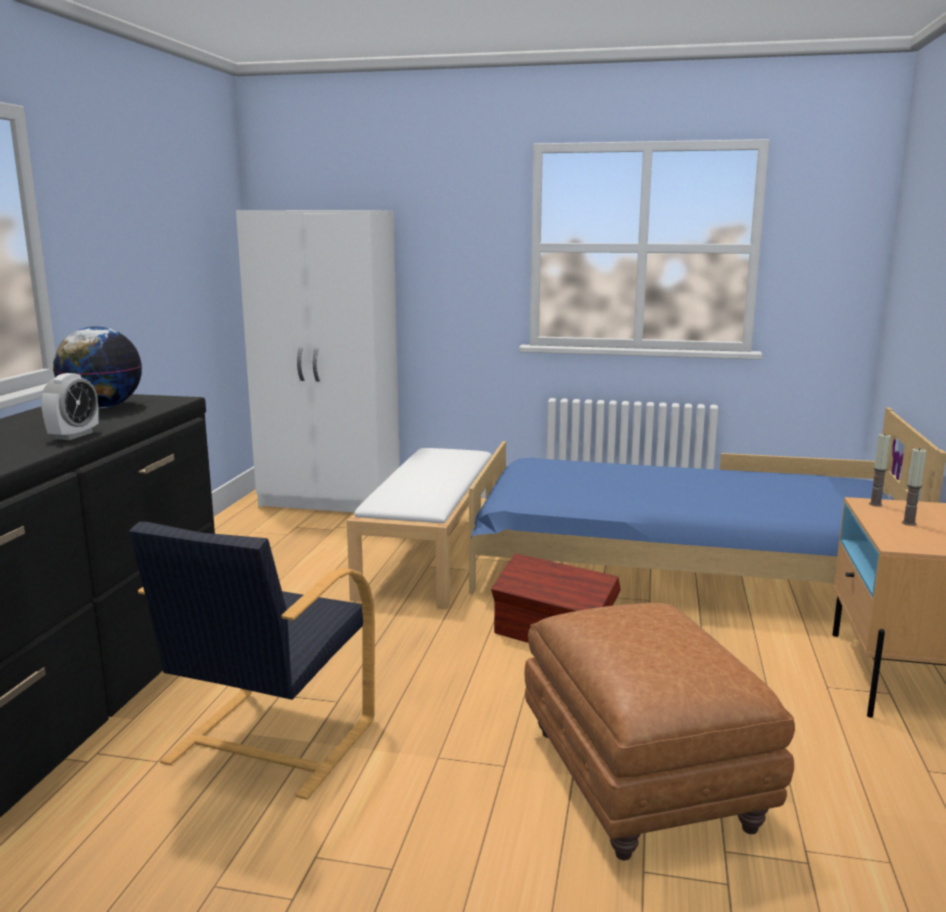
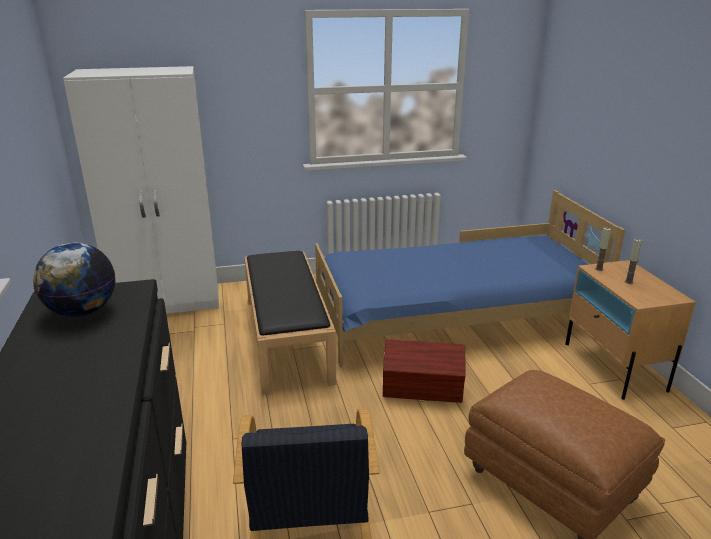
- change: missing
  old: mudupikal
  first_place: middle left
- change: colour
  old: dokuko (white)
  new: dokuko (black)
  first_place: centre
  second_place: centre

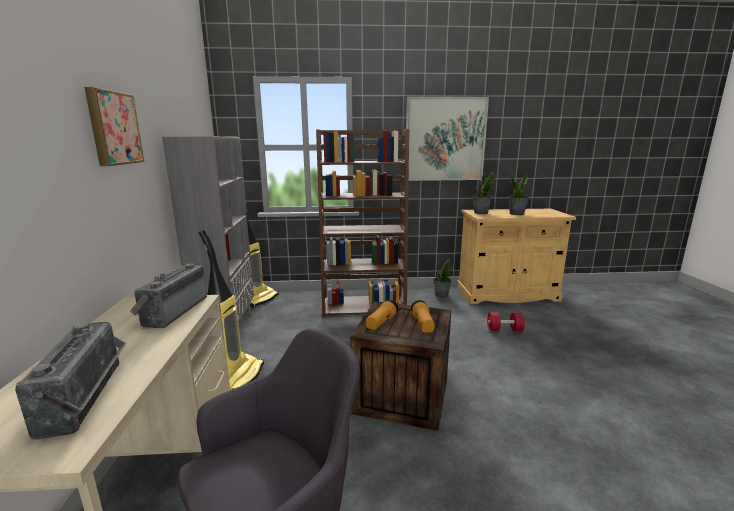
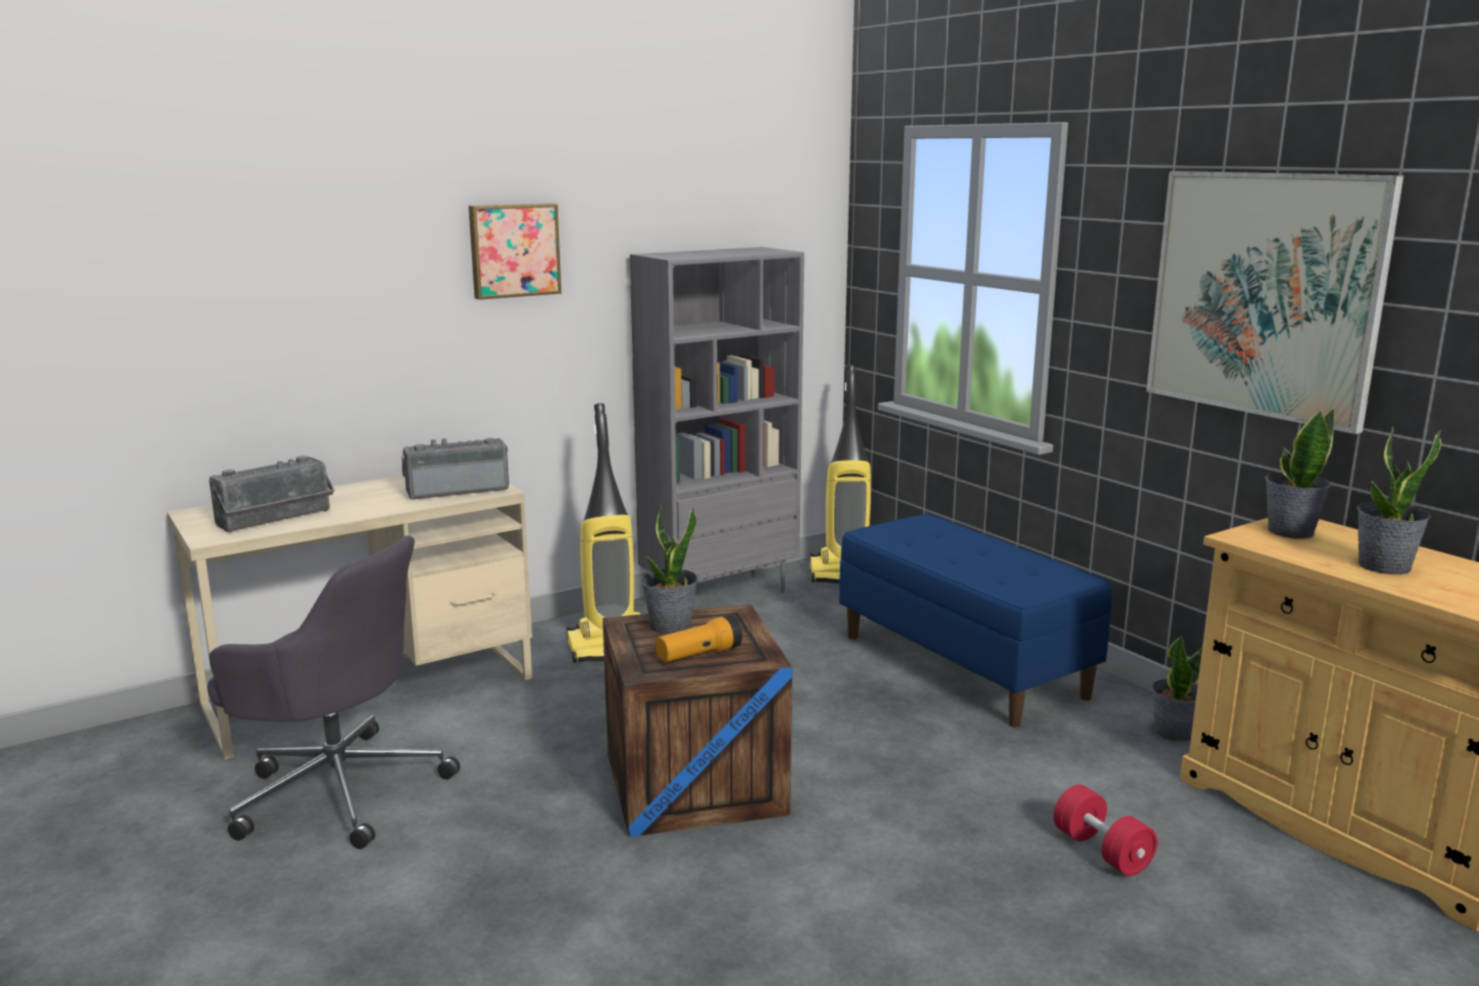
- change: exchanged
  old: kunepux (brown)
  new: dokuko (blue)
  first_place: centre
  second_place: centre
- change: exchanged
  old: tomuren (no. 1 from left)
  new: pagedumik (no. 1 from left)
  first_place: centre
  second_place: centre

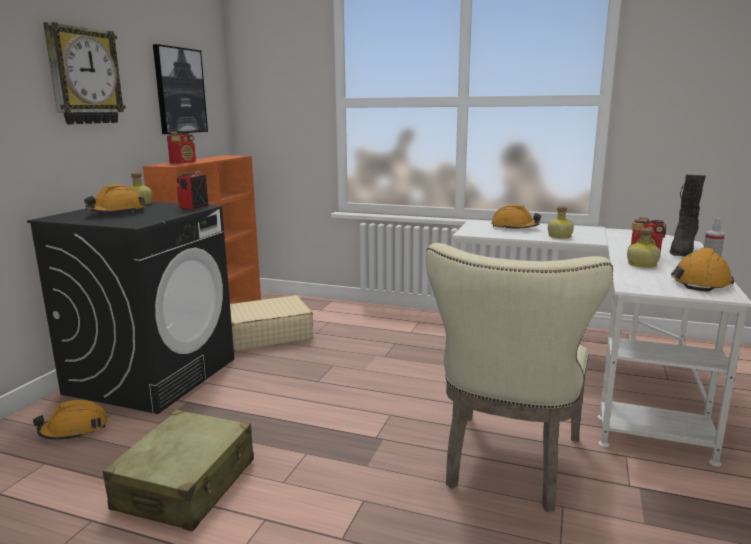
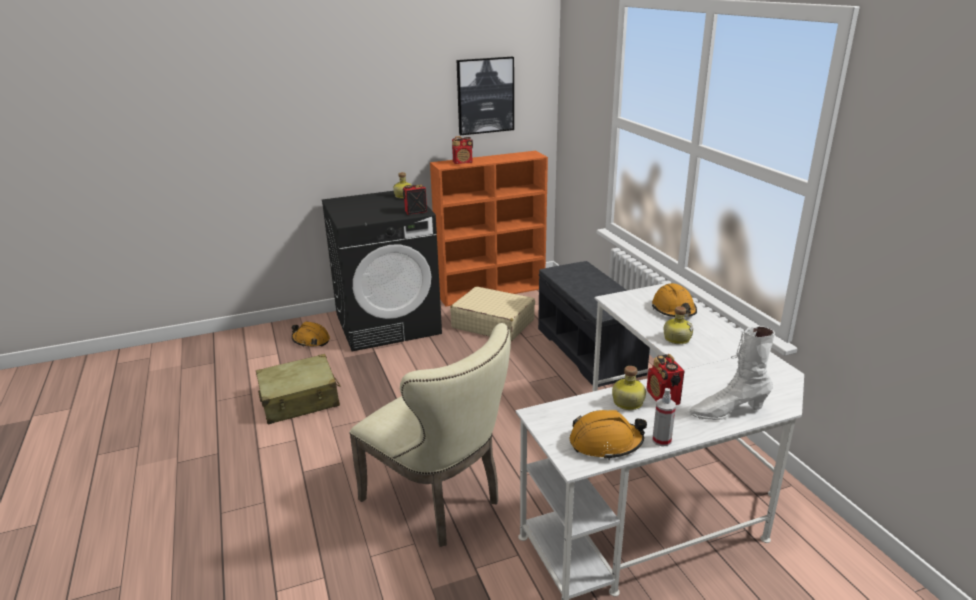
- change: missing
  old: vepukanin
  first_place: top left
- change: colour
  old: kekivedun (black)
  new: kekivedun (white)
  first_place: middle right
  second_place: middle right
- change: missing
  old: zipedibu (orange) (no. 2 from left)
  first_place: middle left
- change: spun
  old: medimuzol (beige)
  first_place: bottom right
  second_place: bottom centre
  degrees: -120
- change: appeared
  new: dokuko (grey)
  second_place: centre

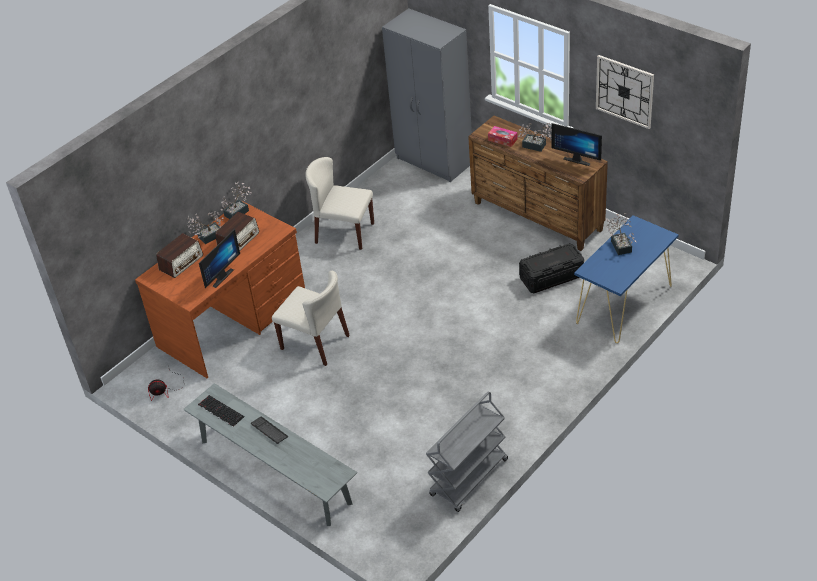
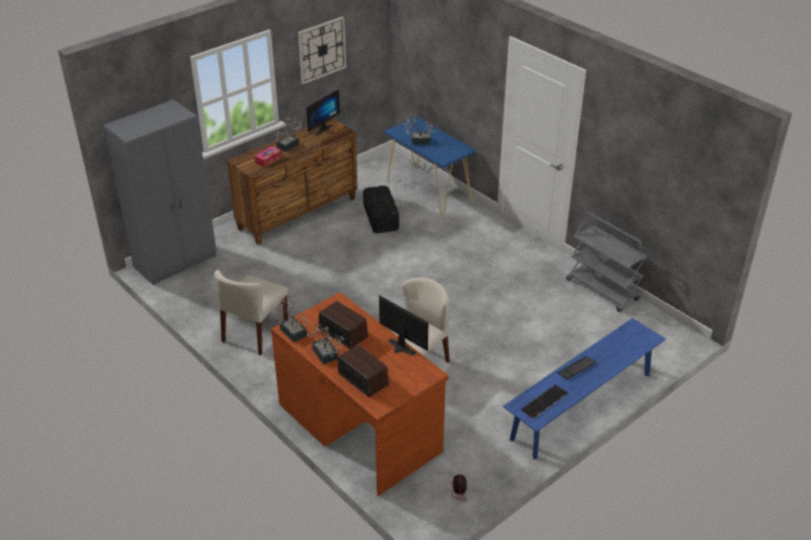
- change: colour
  old: dokuko (grey)
  new: dokuko (blue)
  first_place: bottom left
  second_place: bottom right

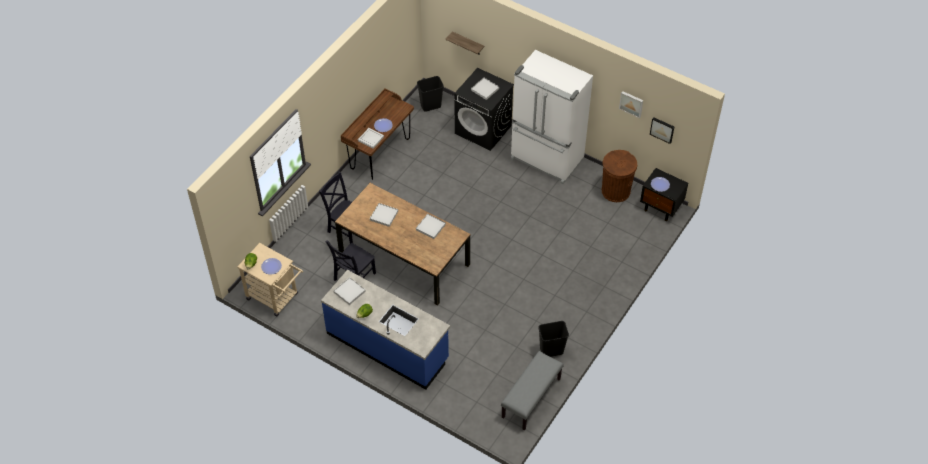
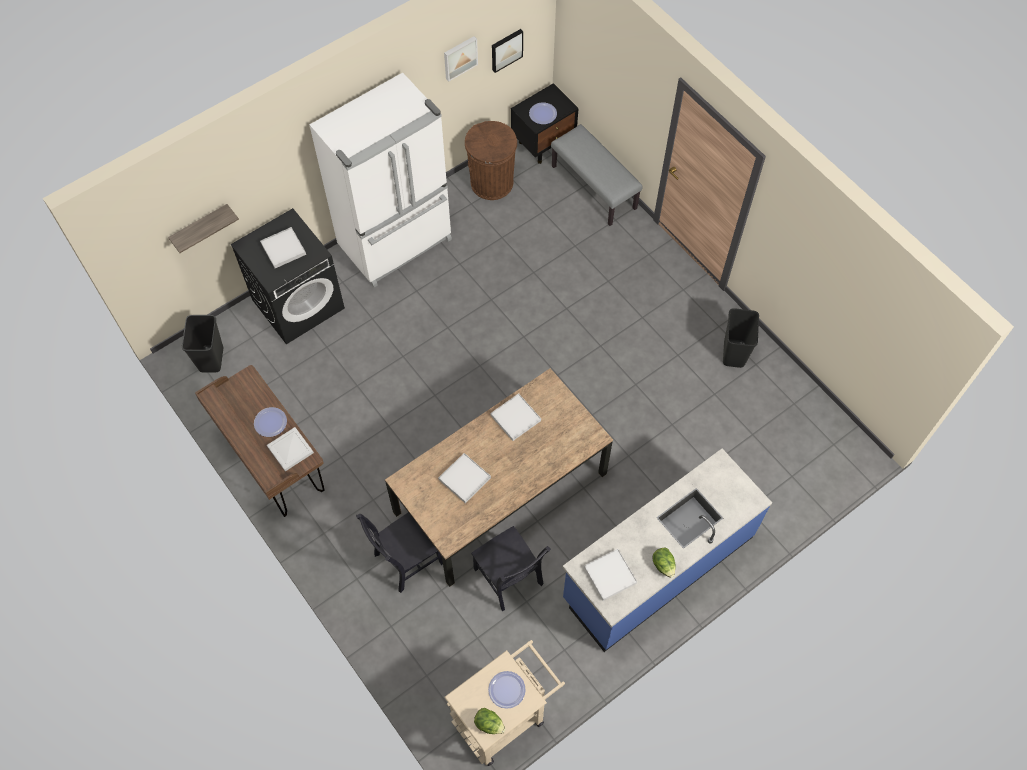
- change: relocated
  old: dokuko (grey)
  first_place: bottom centre
  second_place: top centre

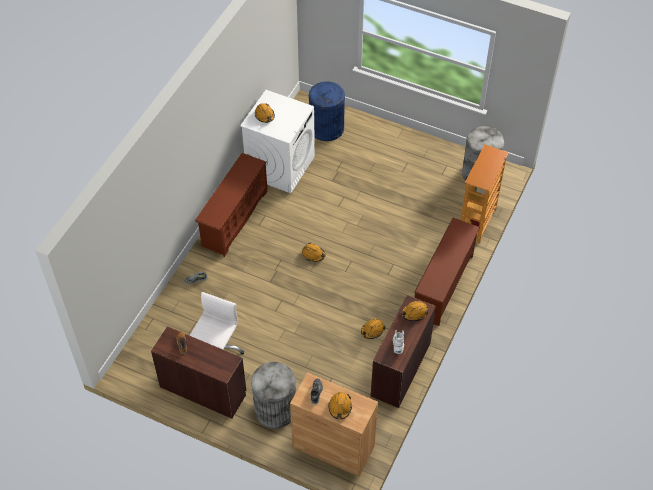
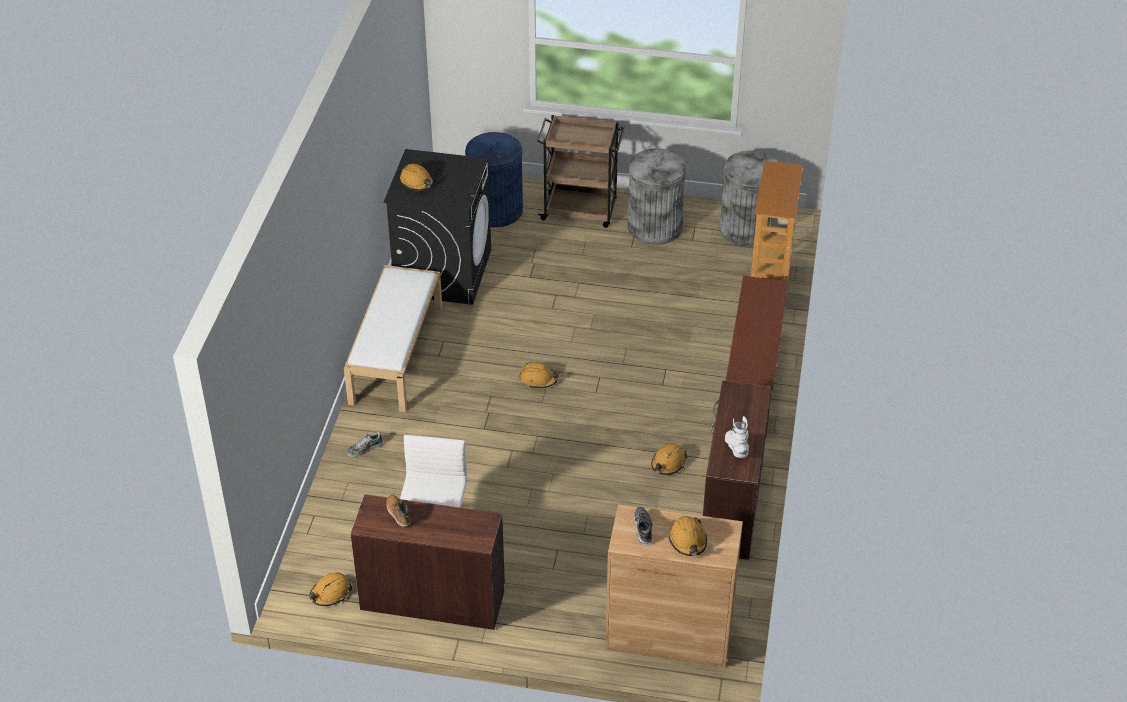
- change: colour
  old: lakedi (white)
  new: lakedi (black)
  first_place: top centre
  second_place: top centre
- change: exchanged
  old: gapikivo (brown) (no. 1 from left)
  new: dokuko (white)
  first_place: centre
  second_place: centre
- change: relocated
  old: zipedibu (orange) (no. 5 from left in the first image)
  new: zipedibu (orange) (no. 1 from left)
  first_place: centre
  second_place: bottom left
- change: relocated
  old: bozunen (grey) (no. 1 from left)
  first_place: bottom centre
  second_place: top centre
- change: appeared
  new: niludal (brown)
  second_place: top centre

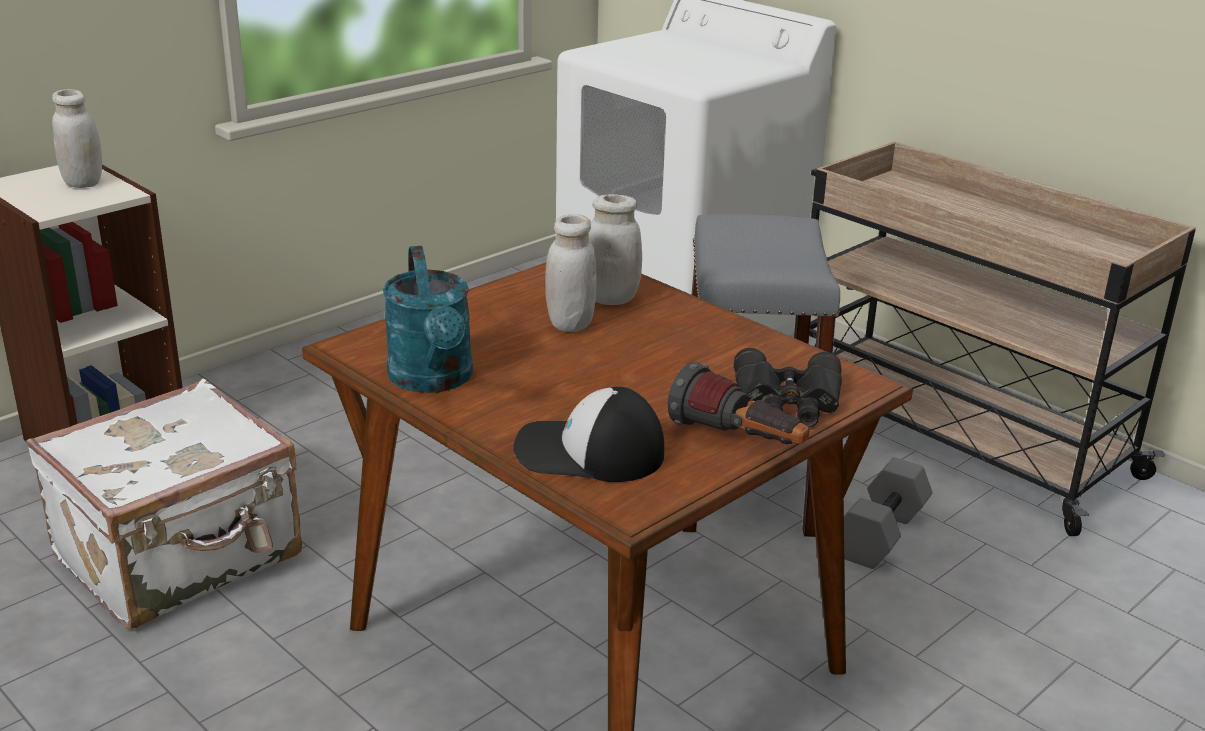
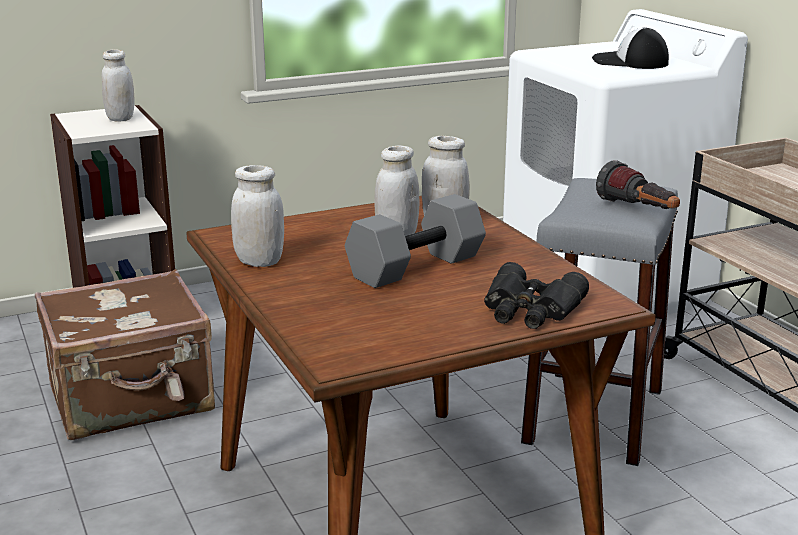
- change: exchanged
  old: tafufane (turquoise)
  new: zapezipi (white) (no. 2 from left)
  first_place: centre
  second_place: middle left
- change: relocated
  old: tomuren
  first_place: centre
  second_place: middle right
- change: colour
  old: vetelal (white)
  new: vetelal (brown)
  first_place: bottom left
  second_place: middle left
- change: relocated
  old: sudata
  first_place: centre
  second_place: top right
- change: relocated
  old: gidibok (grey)
  first_place: bottom right
  second_place: centre

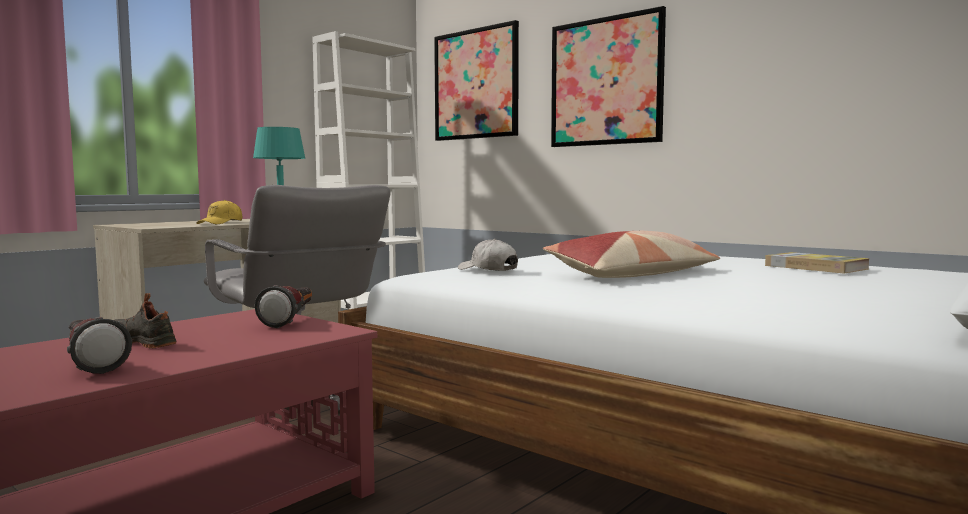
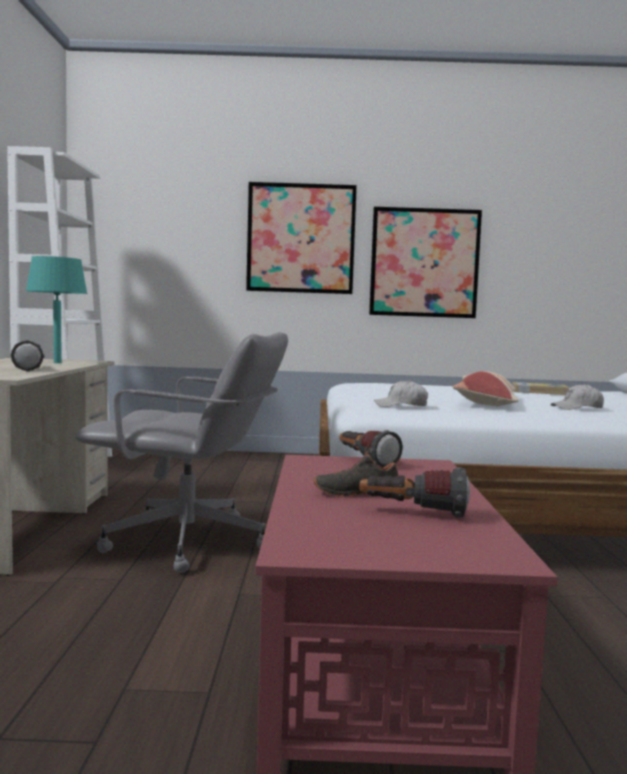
- change: relocated
  old: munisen (no. 1 from left in the first image)
  new: munisen (no. 2 from left)
  first_place: top centre
  second_place: middle right
- change: exchanged
  old: sudata (yellow)
  new: tomuren (no. 1 from left)
  first_place: middle left
  second_place: middle left
- change: appeared
  new: sudata (white) (no. 2 from left)
  second_place: middle right

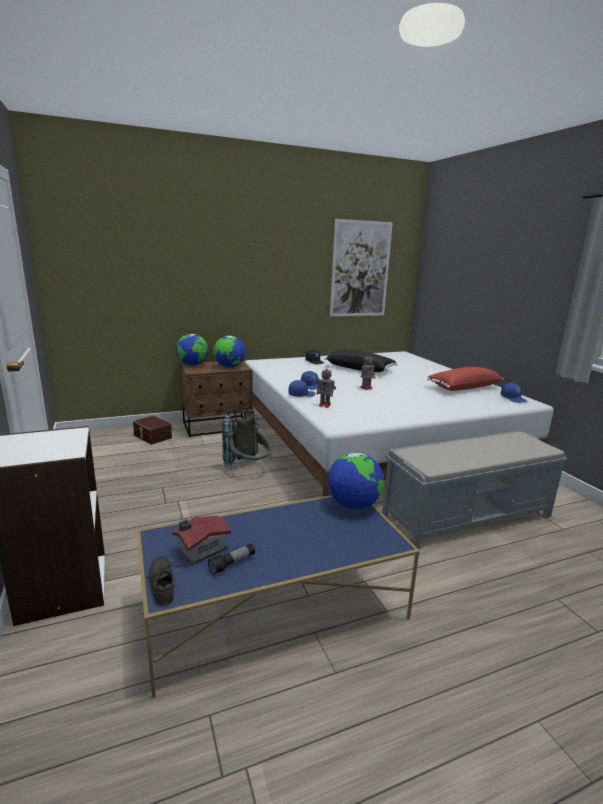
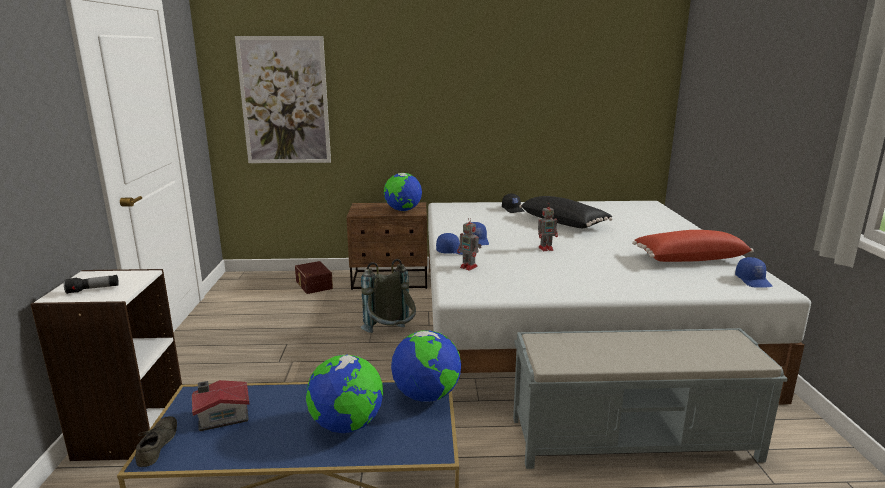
- change: relocated
  old: munisen
  first_place: top centre
  second_place: top left
- change: relocated
  old: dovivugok (no. 1 from left)
  first_place: middle left
  second_place: bottom centre
- change: relocated
  old: tomuren
  first_place: bottom centre
  second_place: middle left

